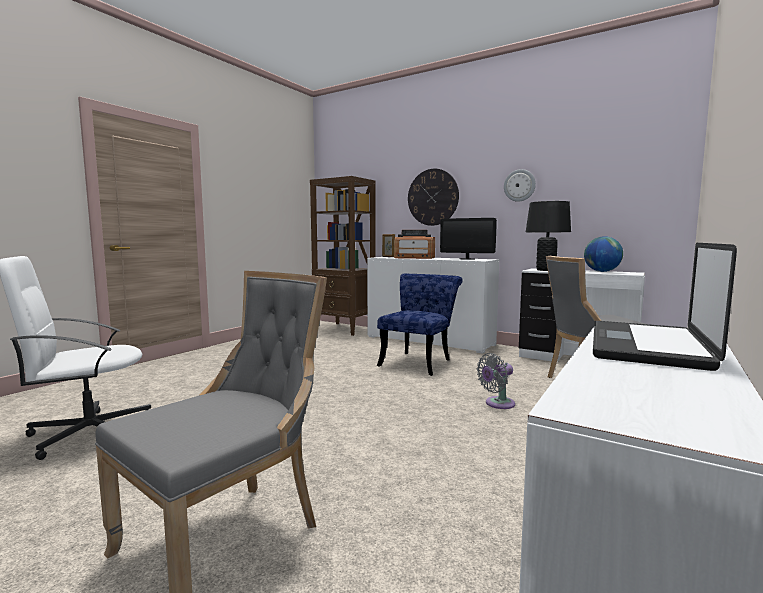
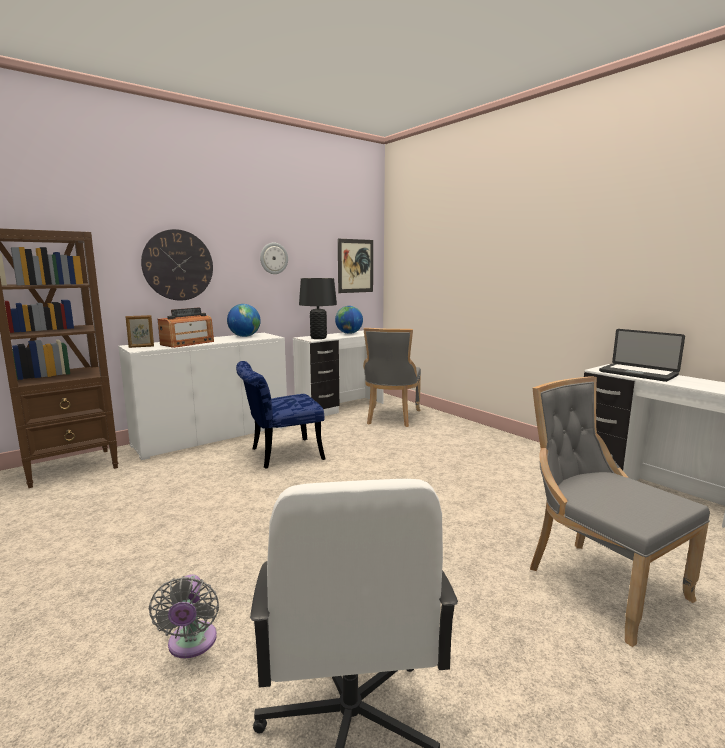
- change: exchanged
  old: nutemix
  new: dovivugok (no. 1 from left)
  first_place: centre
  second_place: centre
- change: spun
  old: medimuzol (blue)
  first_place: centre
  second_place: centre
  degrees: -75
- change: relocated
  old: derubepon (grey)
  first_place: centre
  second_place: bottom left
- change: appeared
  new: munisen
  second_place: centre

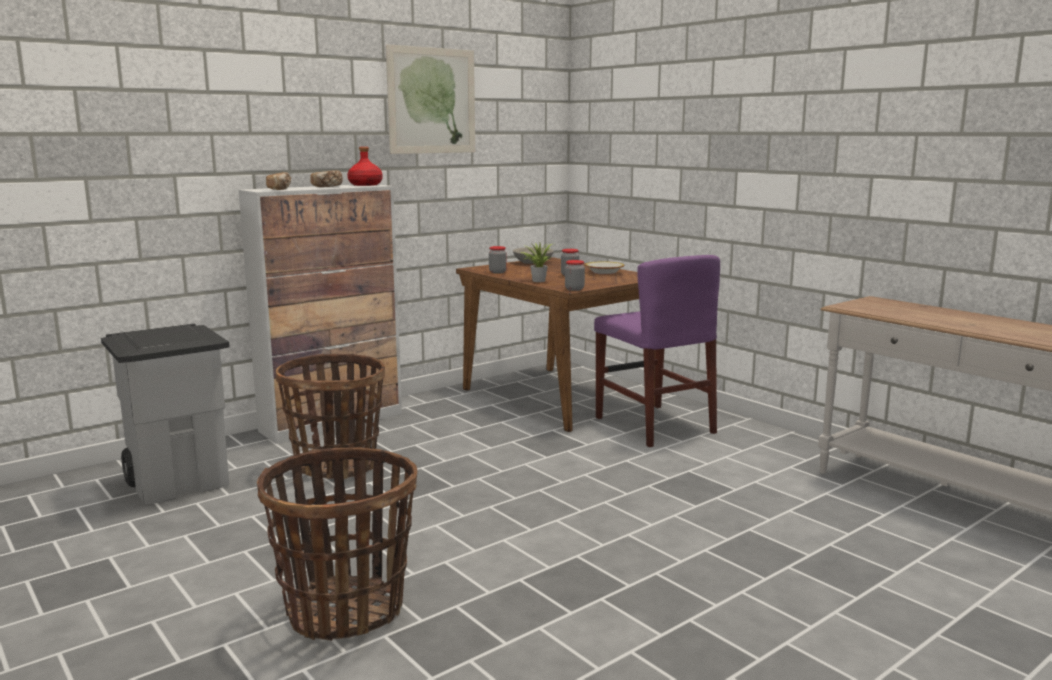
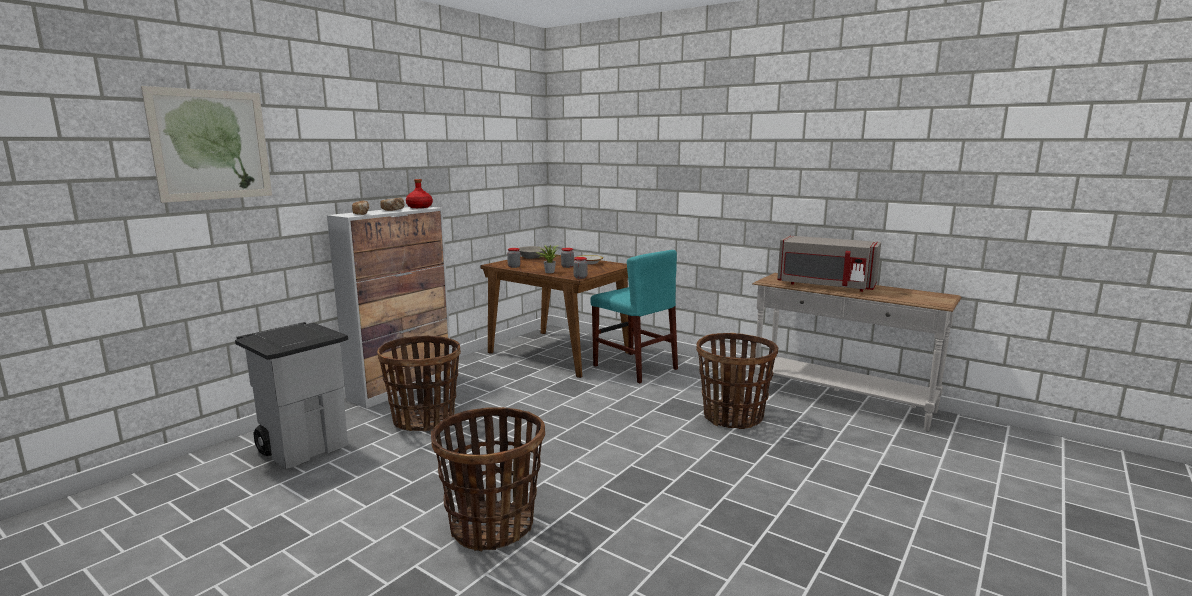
- change: relocated
  old: munisen
  first_place: top centre
  second_place: top left
- change: colour
  old: medimuzol (purple)
  new: medimuzol (turquoise)
  first_place: centre
  second_place: centre
- change: appeared
  new: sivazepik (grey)
  second_place: middle right
- change: appeared
  new: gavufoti (no. 3 from left)
  second_place: centre

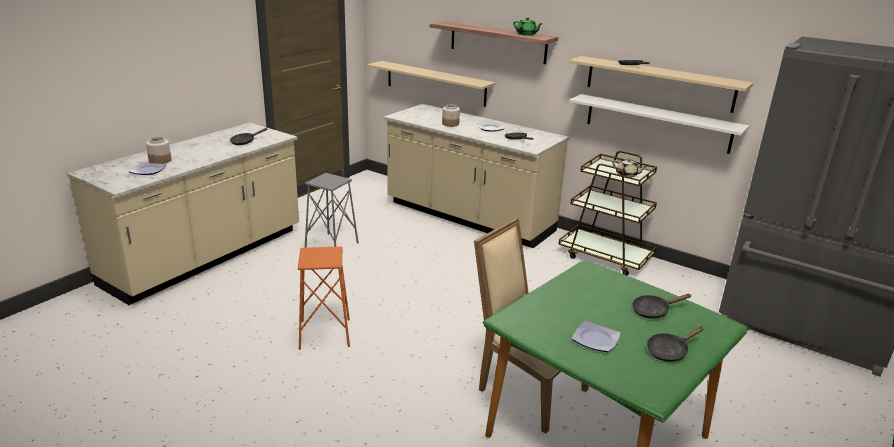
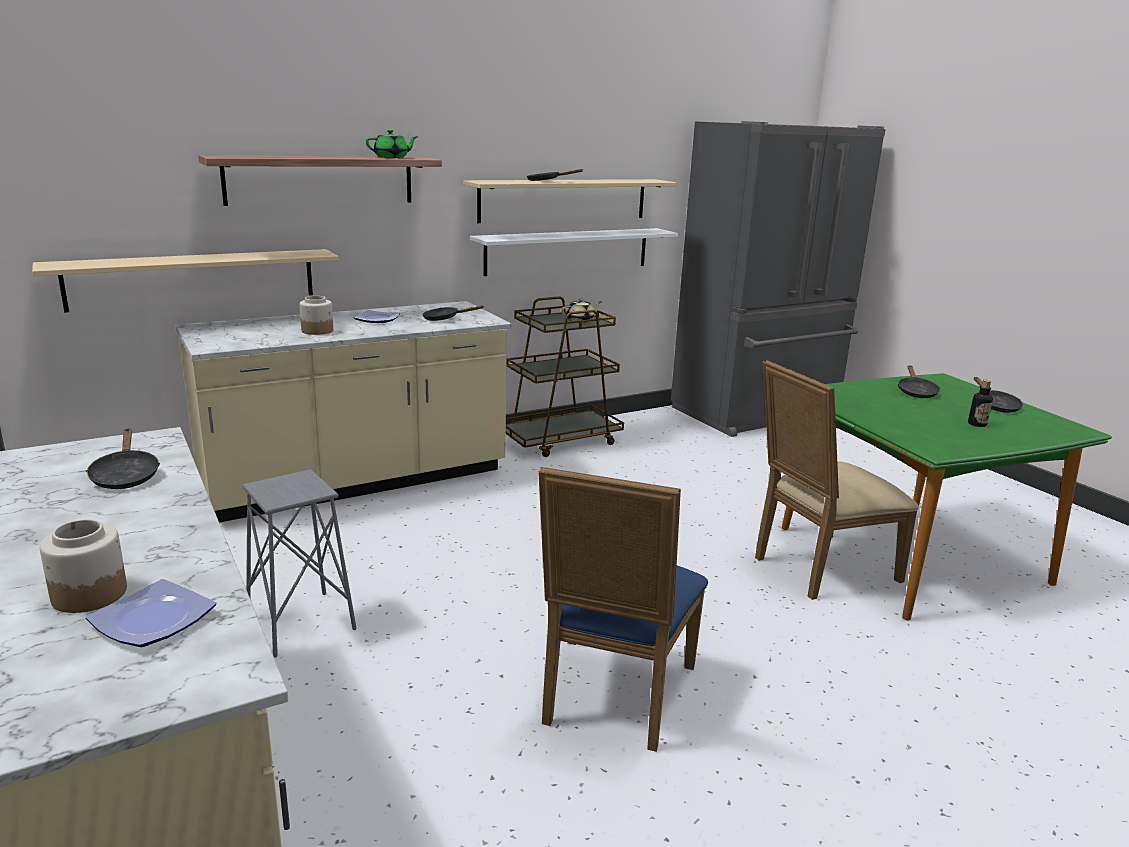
- change: exchanged
  old: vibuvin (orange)
  new: medimuzol (blue)
  first_place: bottom centre
  second_place: bottom centre
- change: exchanged
  old: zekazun (no. 3 from left)
  new: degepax
  first_place: bottom right
  second_place: middle right

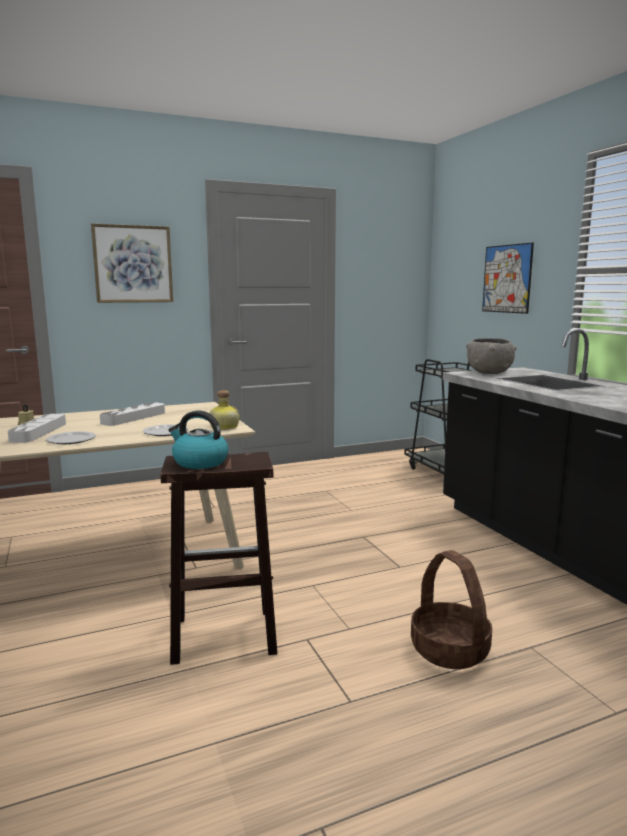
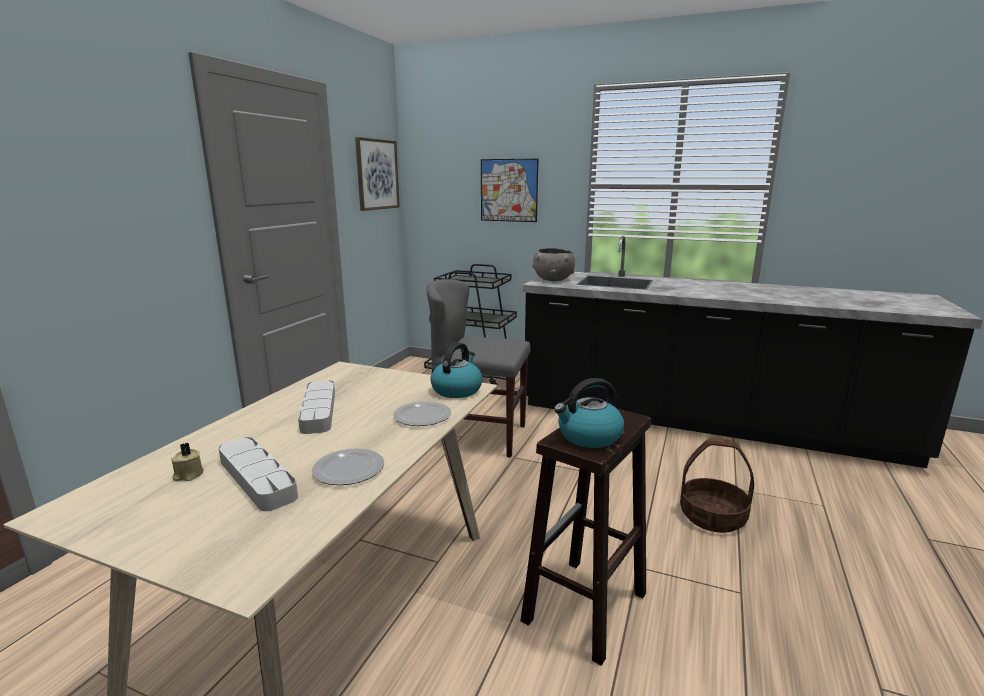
- change: relocated
  old: munisen (no. 1 from left)
  first_place: top left
  second_place: top centre
- change: exchanged
  old: degepax
  new: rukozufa (no. 1 from left)
  first_place: centre
  second_place: centre
- change: appeared
  new: medimuzol (grey)
  second_place: centre

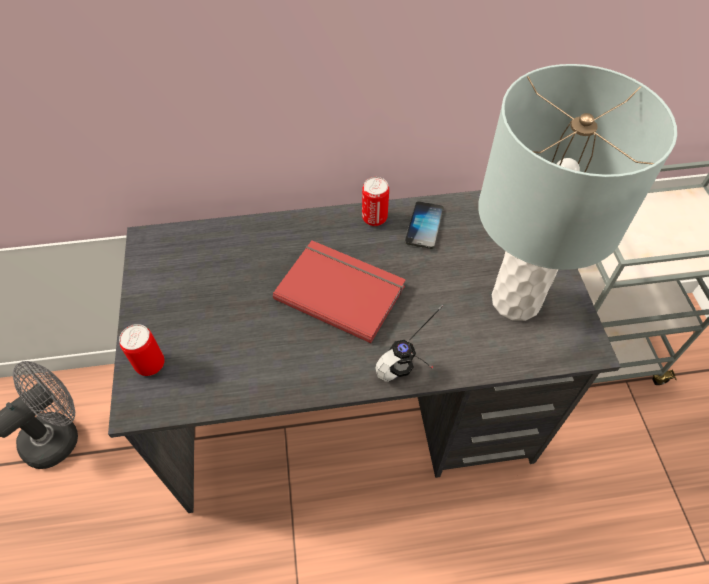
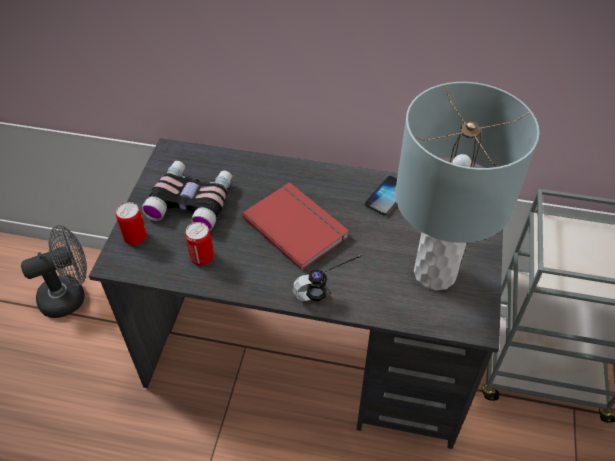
- change: relocated
  old: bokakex (no. 2 from left)
  first_place: centre
  second_place: middle left
- change: appeared
  new: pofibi
  second_place: middle left

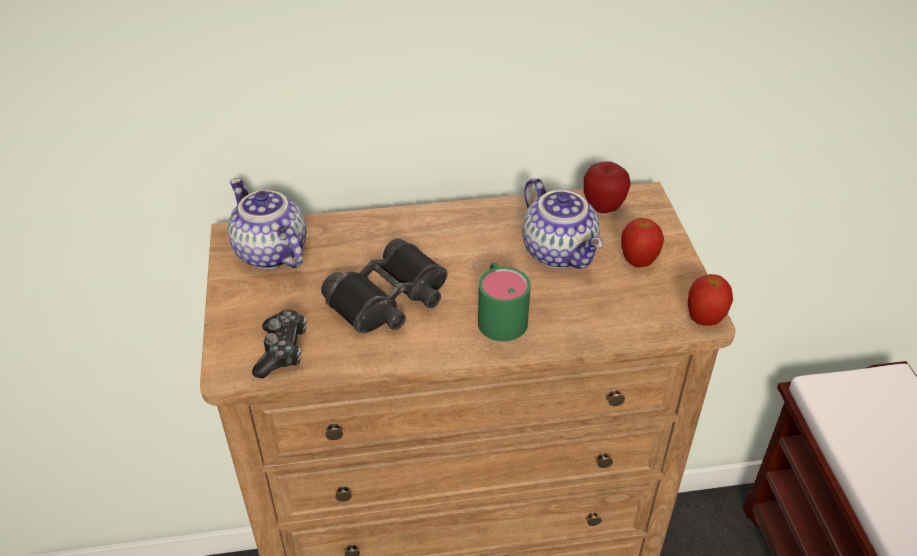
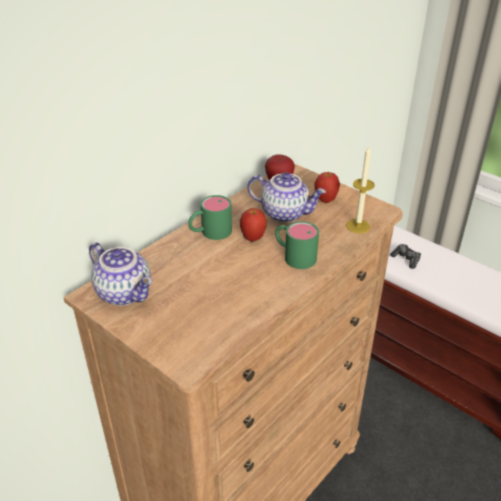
- change: spun
  old: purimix (no. 1 from left)
  first_place: middle left
  second_place: middle left
  degrees: -150
- change: missing
  old: pofibi (black)
  first_place: centre
- change: relocated
  old: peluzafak (no. 3 from left in the first image)
  new: peluzafak (no. 1 from left)
  first_place: middle right
  second_place: centre
- change: relocated
  old: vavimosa
  first_place: middle left
  second_place: middle right
- change: appeared
  new: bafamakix
  second_place: middle right
- change: appeared
  new: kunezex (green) (no. 1 from left)
  second_place: centre

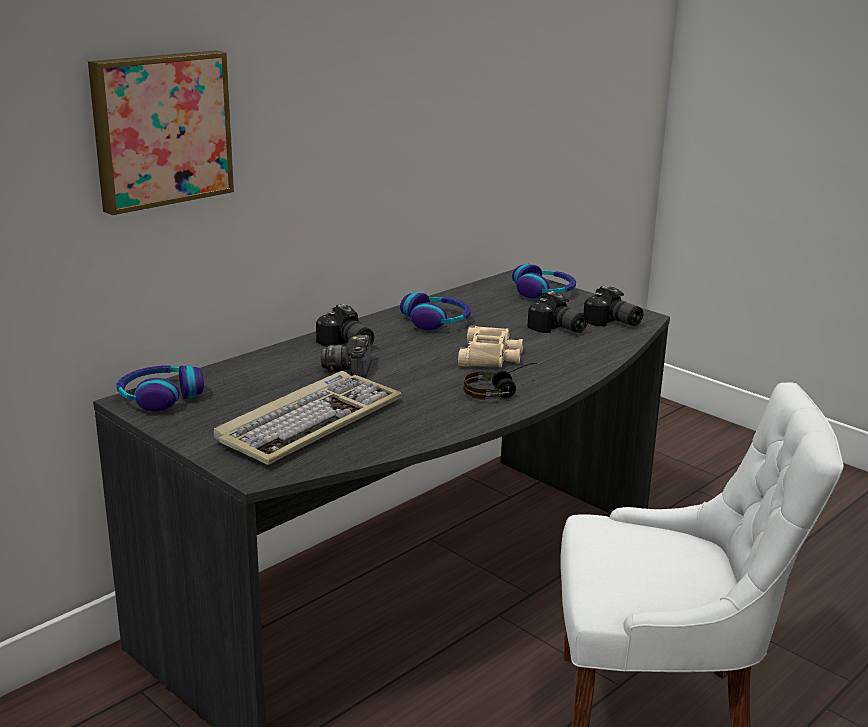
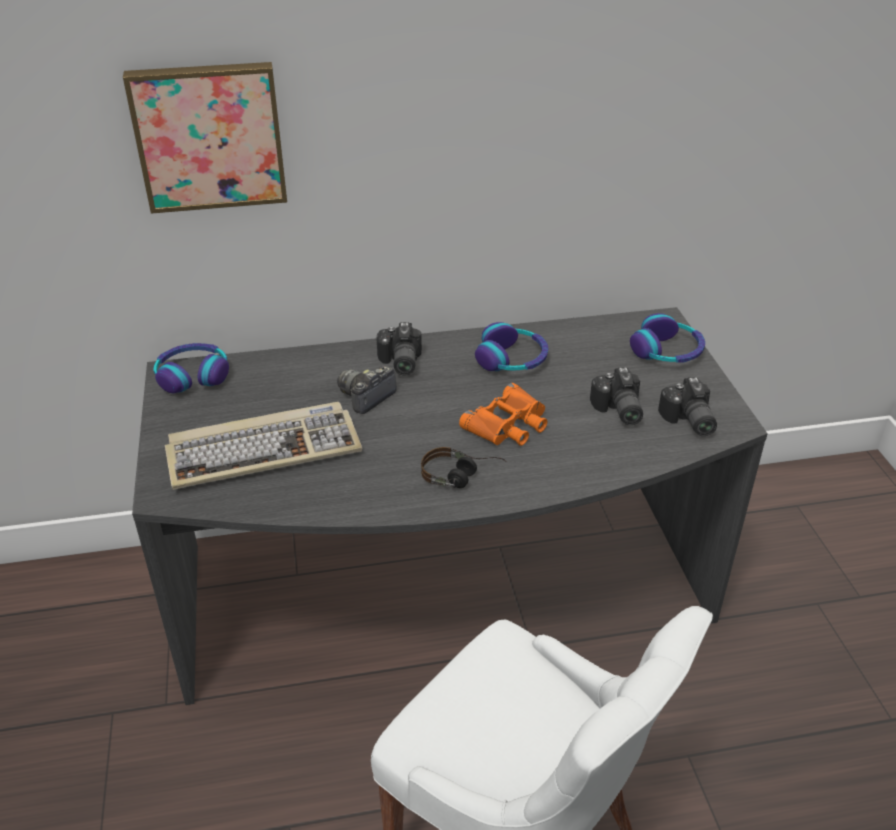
- change: colour
  old: pofibi (beige)
  new: pofibi (orange)
  first_place: centre
  second_place: centre

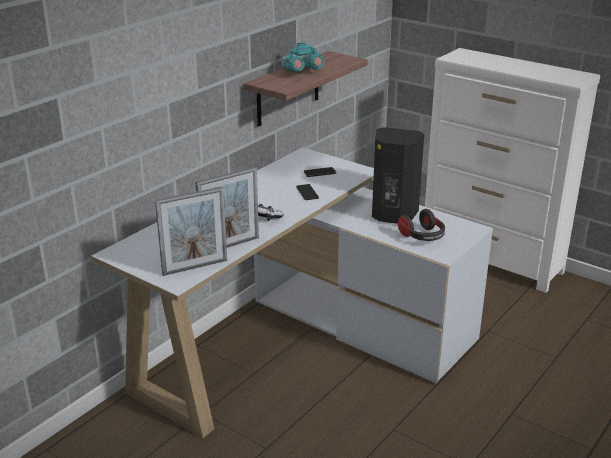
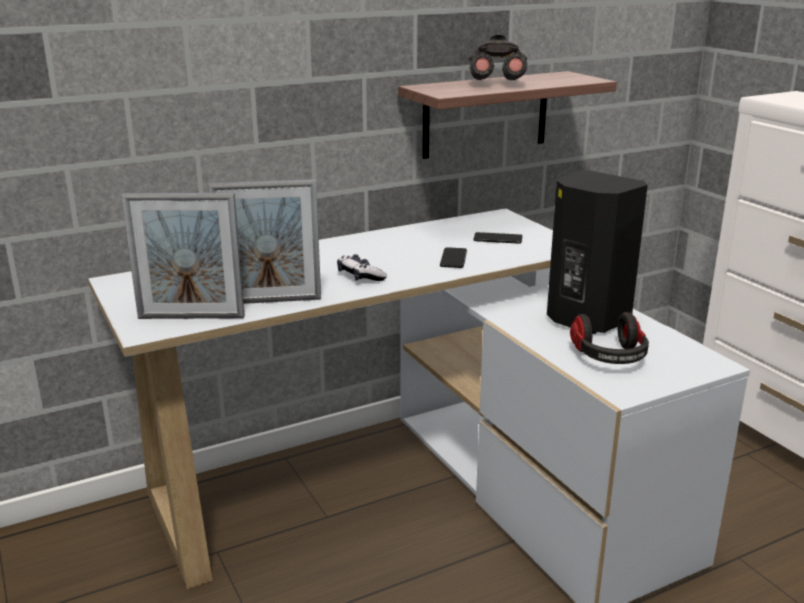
- change: colour
  old: pofibi (turquoise)
  new: pofibi (grey)
  first_place: top centre
  second_place: top centre

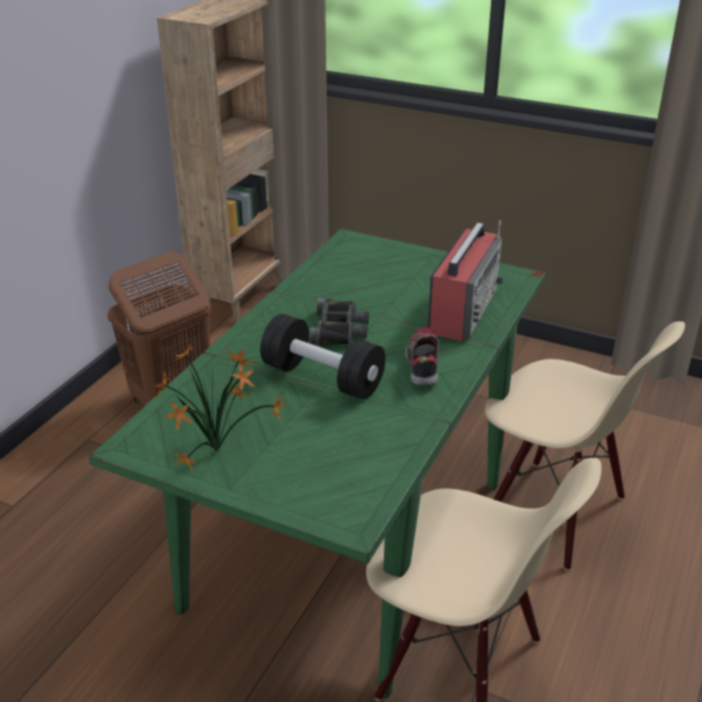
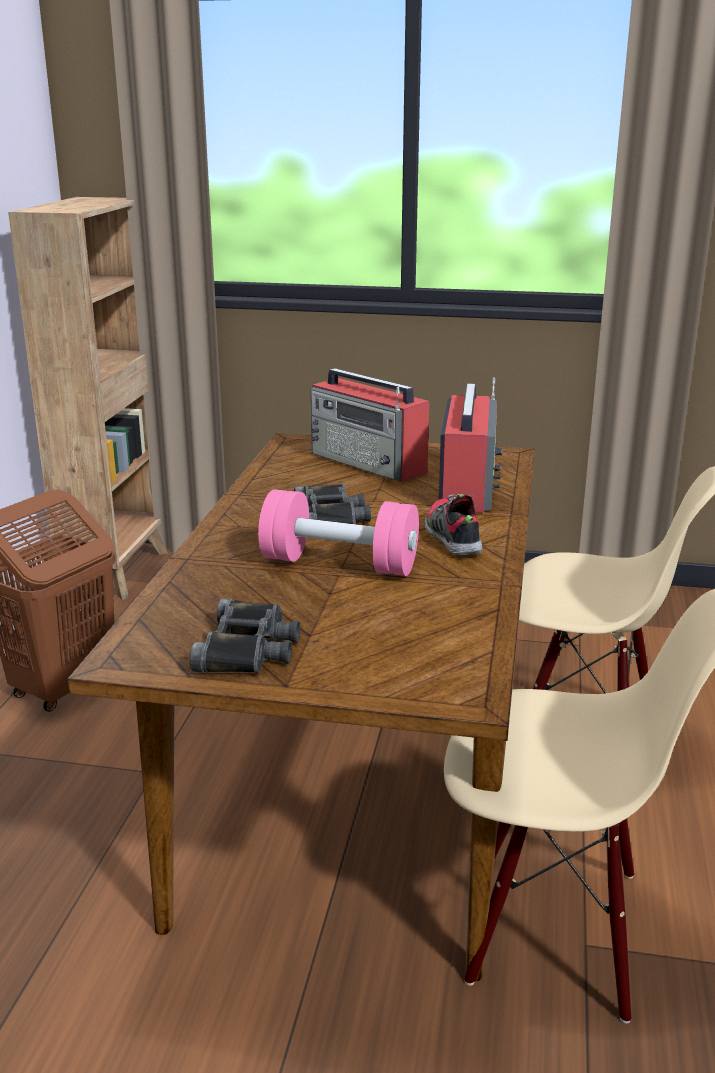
- change: colour
  old: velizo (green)
  new: velizo (brown)
  first_place: centre
  second_place: centre
- change: colour
  old: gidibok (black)
  new: gidibok (pink)
  first_place: centre
  second_place: centre
- change: exchanged
  old: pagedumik
  new: pofibi (black) (no. 1 from left)
  first_place: middle left
  second_place: centre
- change: appeared
  new: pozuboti (no. 1 from left)
  second_place: centre

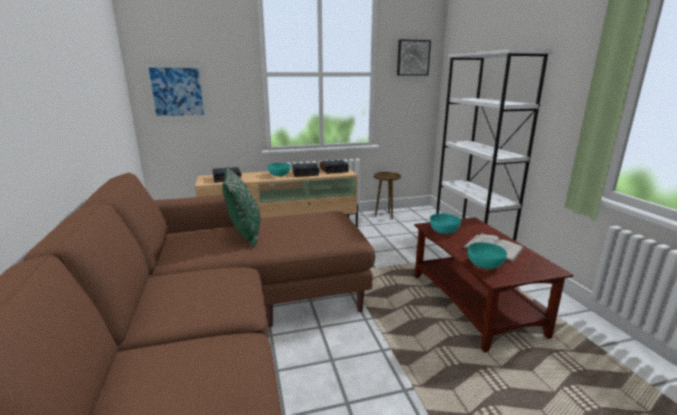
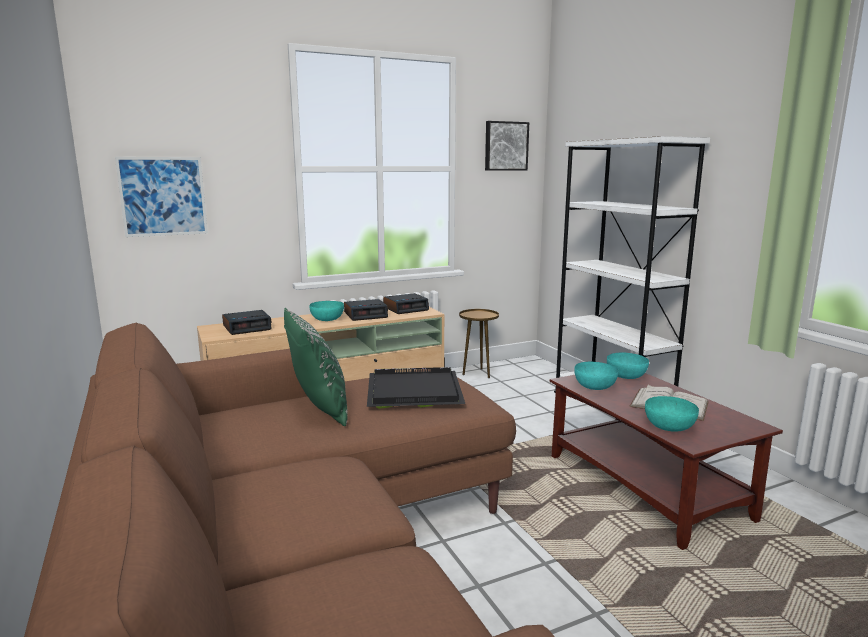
- change: appeared
  new: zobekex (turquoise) (no. 3 from left)
  second_place: middle right
- change: appeared
  new: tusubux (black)
  second_place: centre

